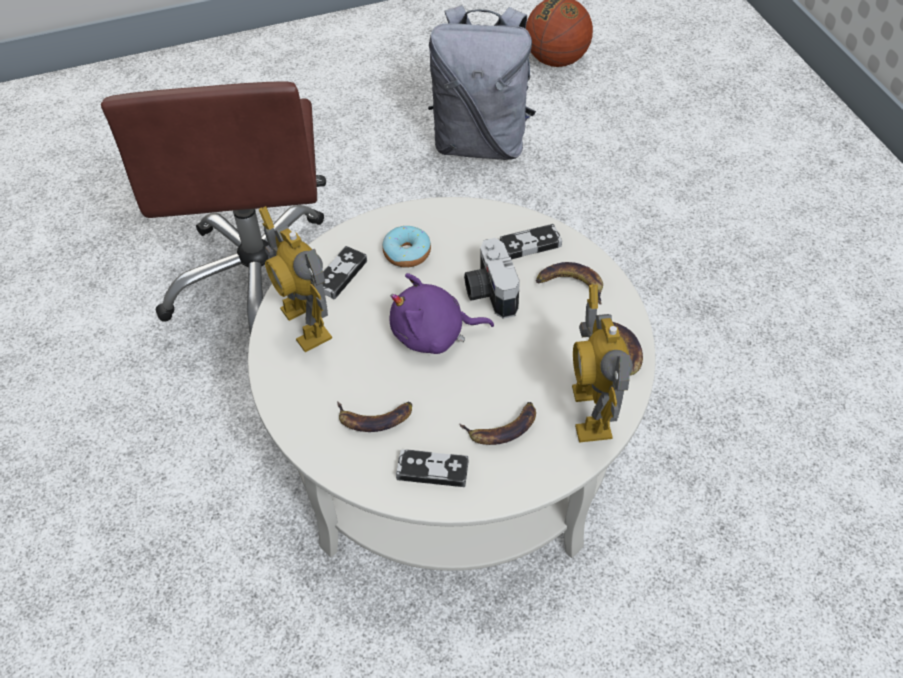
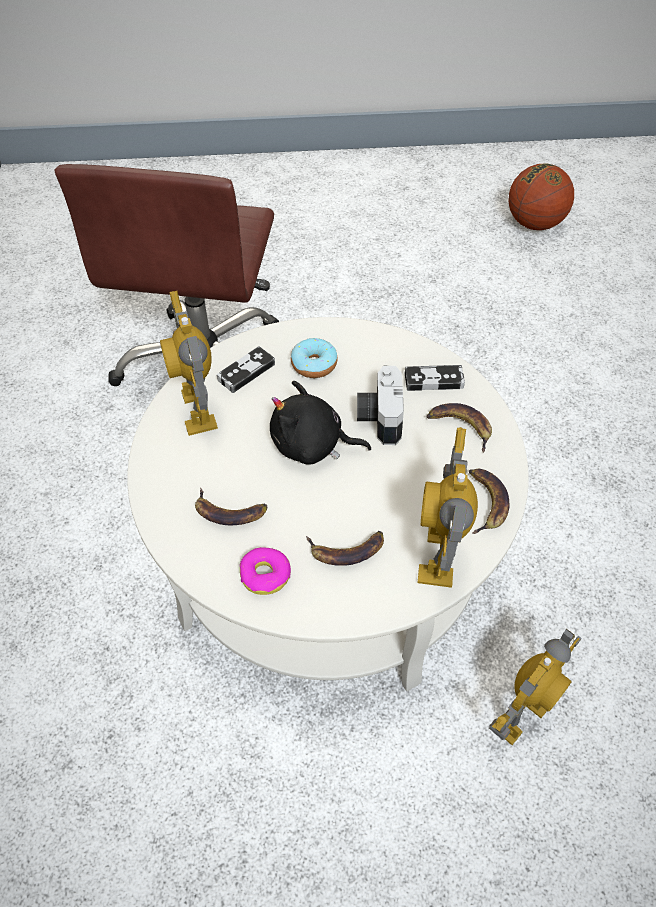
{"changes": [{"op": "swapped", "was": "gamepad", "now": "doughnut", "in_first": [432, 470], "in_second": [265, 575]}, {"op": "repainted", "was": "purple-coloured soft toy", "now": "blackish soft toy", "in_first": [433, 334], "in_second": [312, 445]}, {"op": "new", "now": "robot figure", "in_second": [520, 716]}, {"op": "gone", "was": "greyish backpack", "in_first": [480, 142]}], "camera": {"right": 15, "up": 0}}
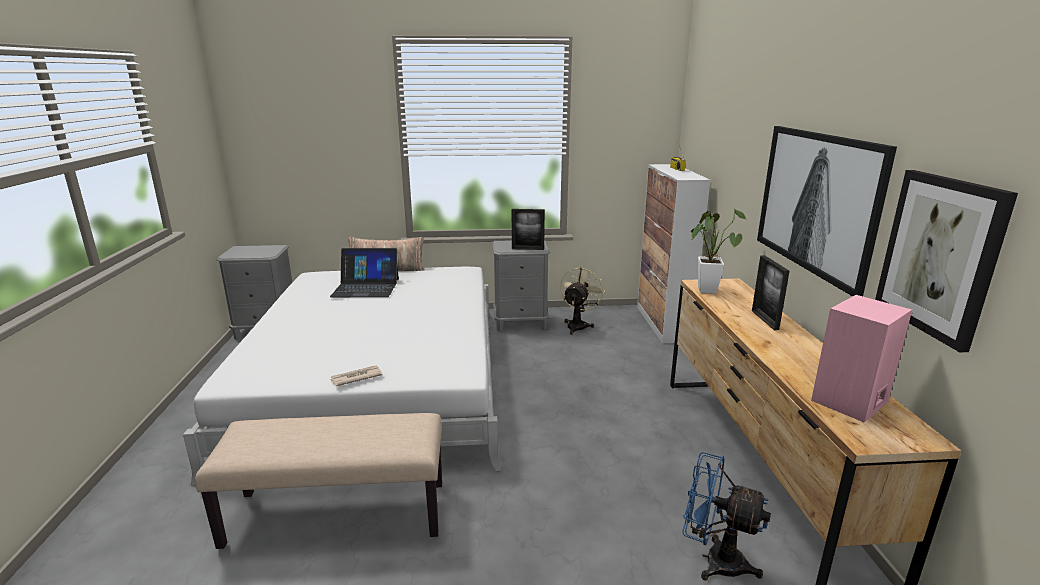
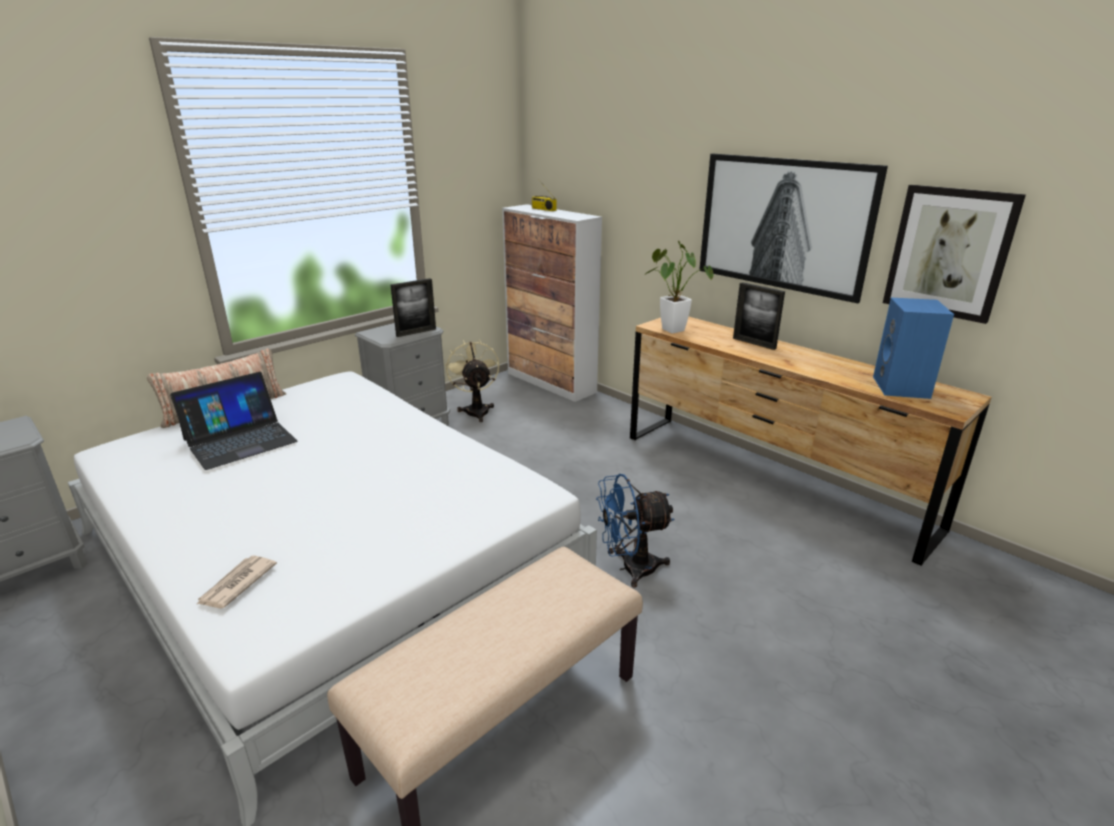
{"changes": [{"op": "shifted", "was": "newspaper", "in_first": [355, 377], "in_second": [236, 584]}, {"op": "shifted", "was": "bluish fan", "in_first": [714, 560], "in_second": [630, 568]}, {"op": "repainted", "was": "pinkish speaker", "now": "bluish speaker", "in_first": [850, 402], "in_second": [902, 388]}], "camera": {"right": -40, "up": 5}}
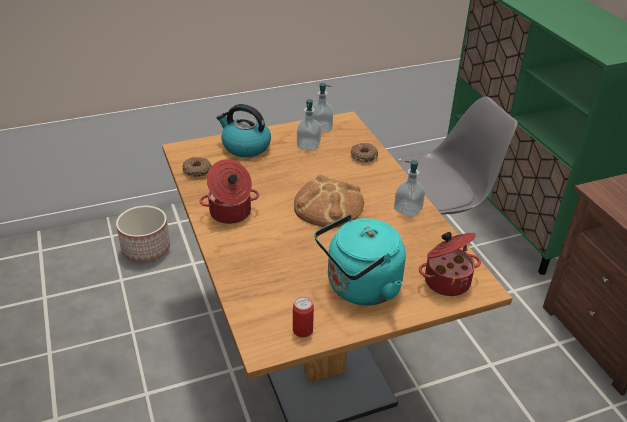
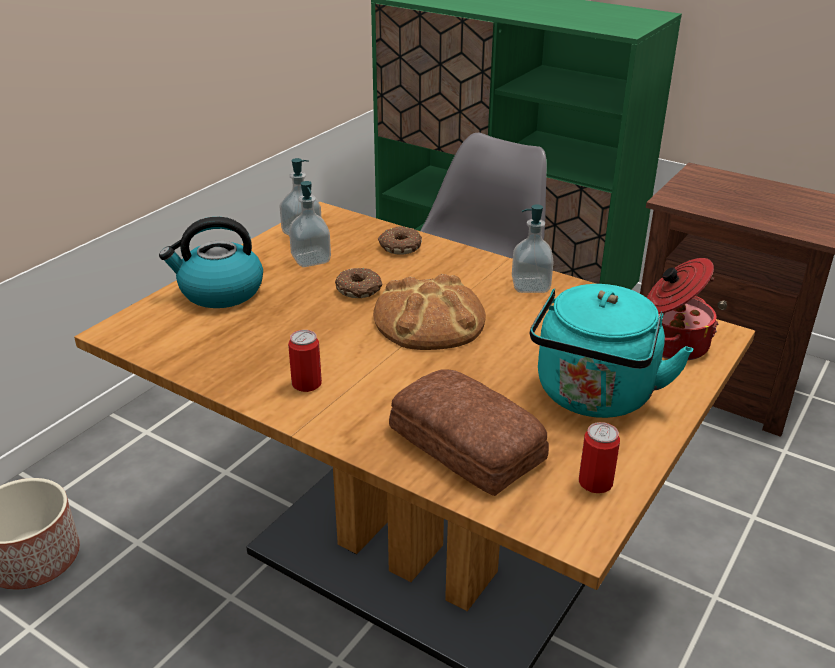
{"changes": [{"op": "swapped", "was": "saucepot", "now": "metal can", "in_first": [230, 213], "in_second": [307, 384]}, {"op": "shifted", "was": "doughnut", "in_first": [197, 171], "in_second": [359, 290]}, {"op": "new", "now": "bakery bread", "in_second": [465, 446]}], "camera": {"right": -35, "up": -5}}
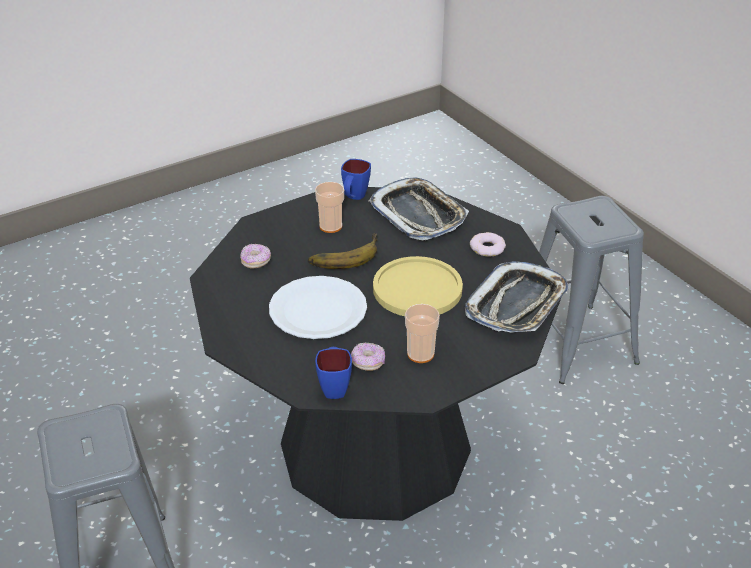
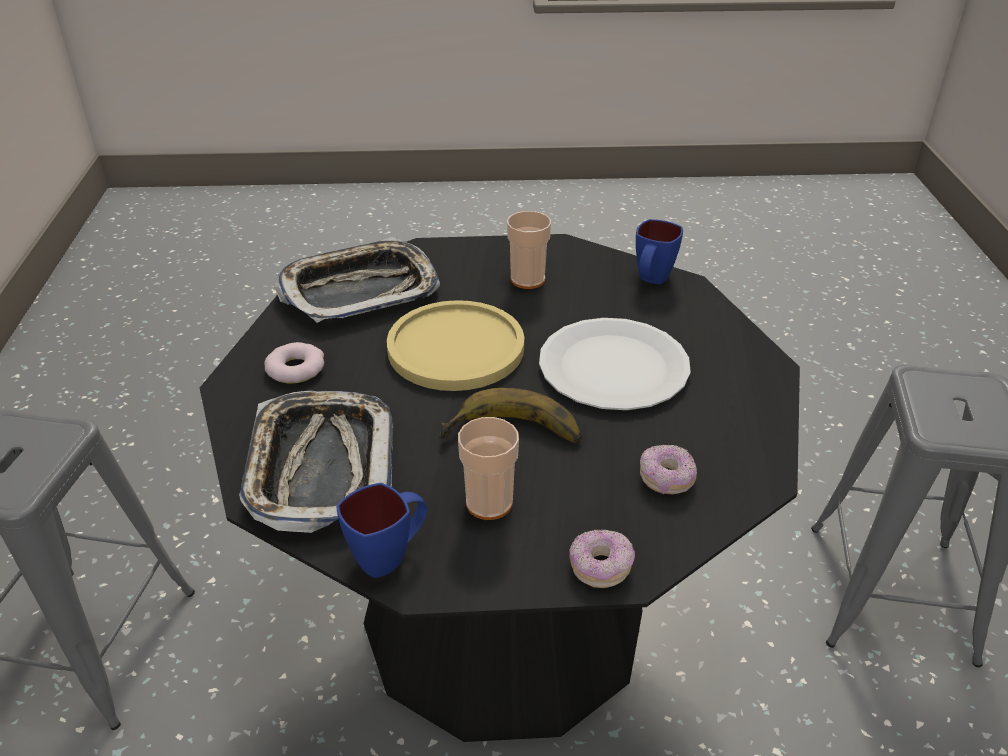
{"changes": [{"op": "shifted", "was": "doughnut", "in_first": [368, 362], "in_second": [600, 567]}], "camera": {"right": -150, "up": 0}}
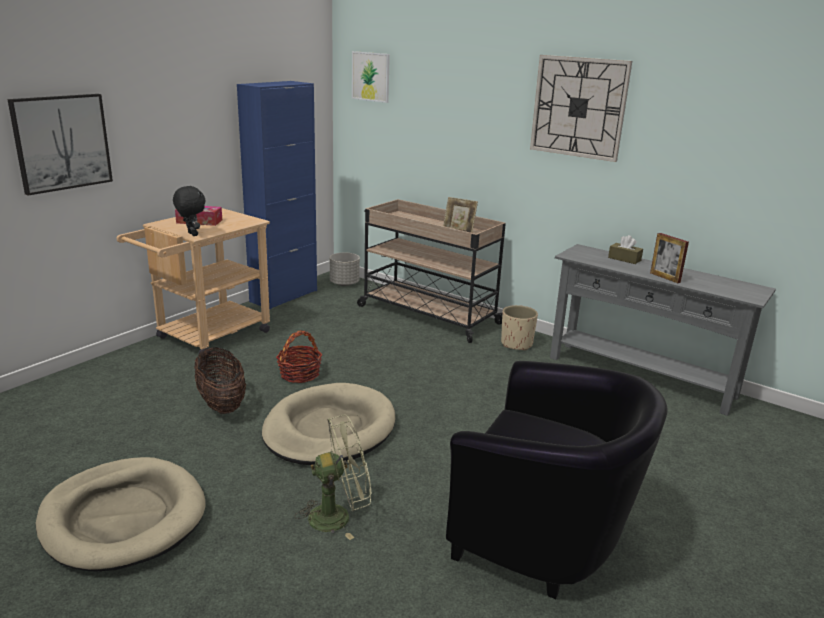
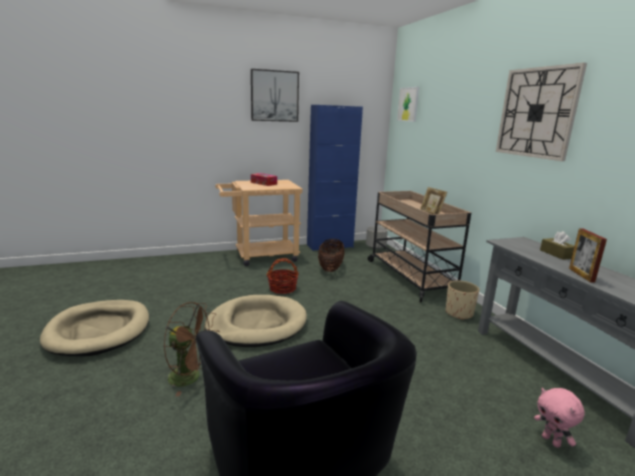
{"changes": [{"op": "repainted", "was": "greenish fan", "now": "brownish fan", "in_first": [338, 515], "in_second": [191, 378]}, {"op": "shifted", "was": "picture", "in_first": [62, 142], "in_second": [274, 96]}, {"op": "shifted", "was": "household basket", "in_first": [221, 403], "in_second": [330, 268]}, {"op": "new", "now": "pinkish soft toy", "in_second": [551, 441]}, {"op": "gone", "was": "blackish soft toy", "in_first": [191, 234]}], "camera": {"right": 35, "up": -5}}
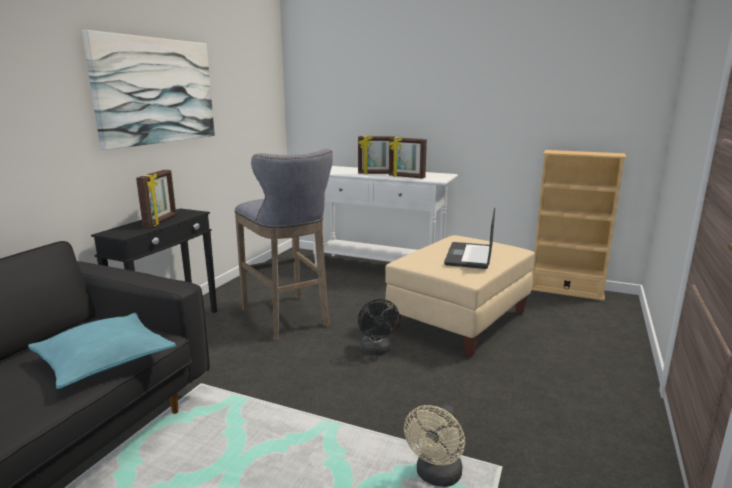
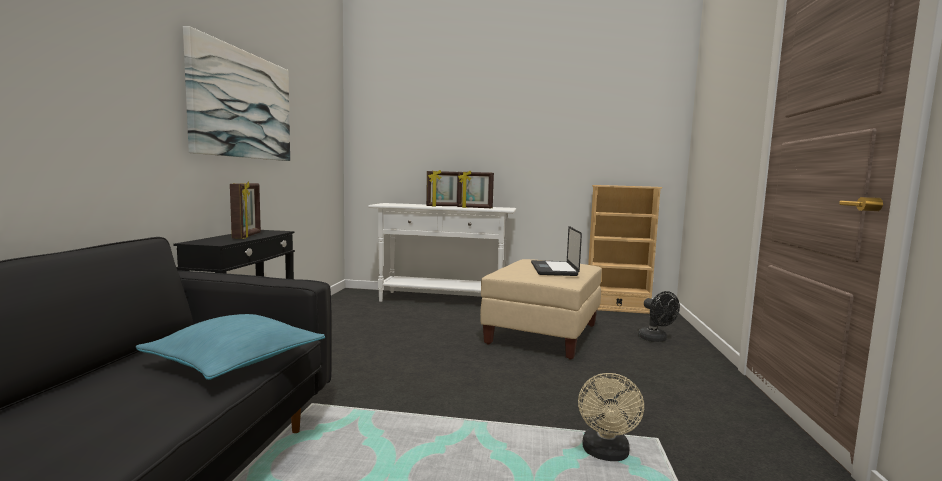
{"changes": [{"op": "shifted", "was": "blackish fan", "in_first": [377, 351], "in_second": [655, 339]}, {"op": "gone", "was": "greyish stool seat", "in_first": [288, 319]}], "camera": {"right": -15, "up": -10}}
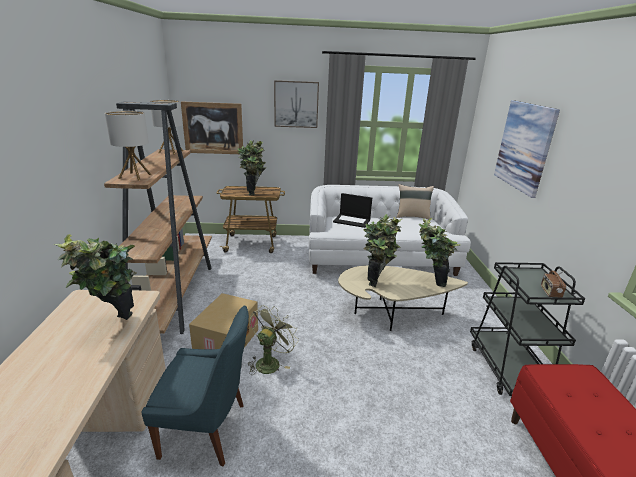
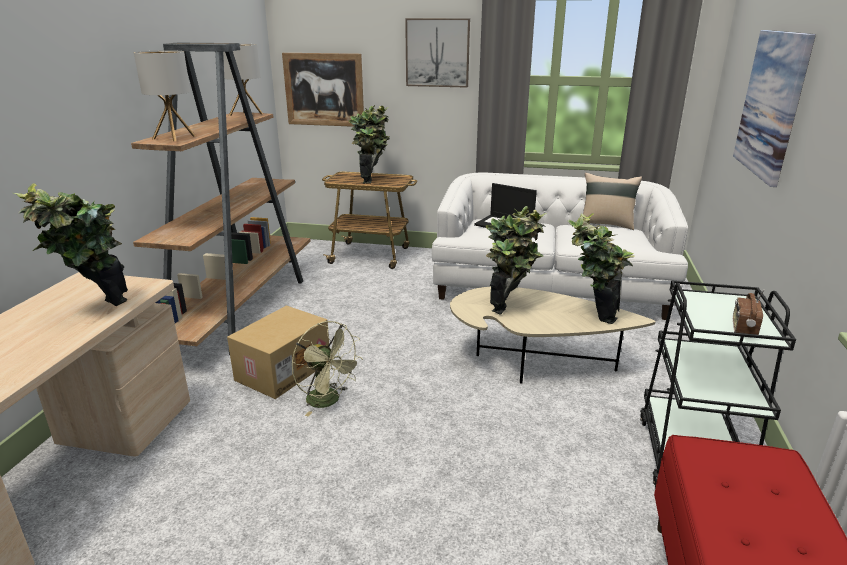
{"changes": [{"op": "rotated", "was": "greenish fan", "in_first": [270, 361], "in_second": [329, 401], "clockwise": 90}, {"op": "gone", "was": "bluish plain chair", "in_first": [207, 430]}], "camera": {"right": 15, "up": 0}}
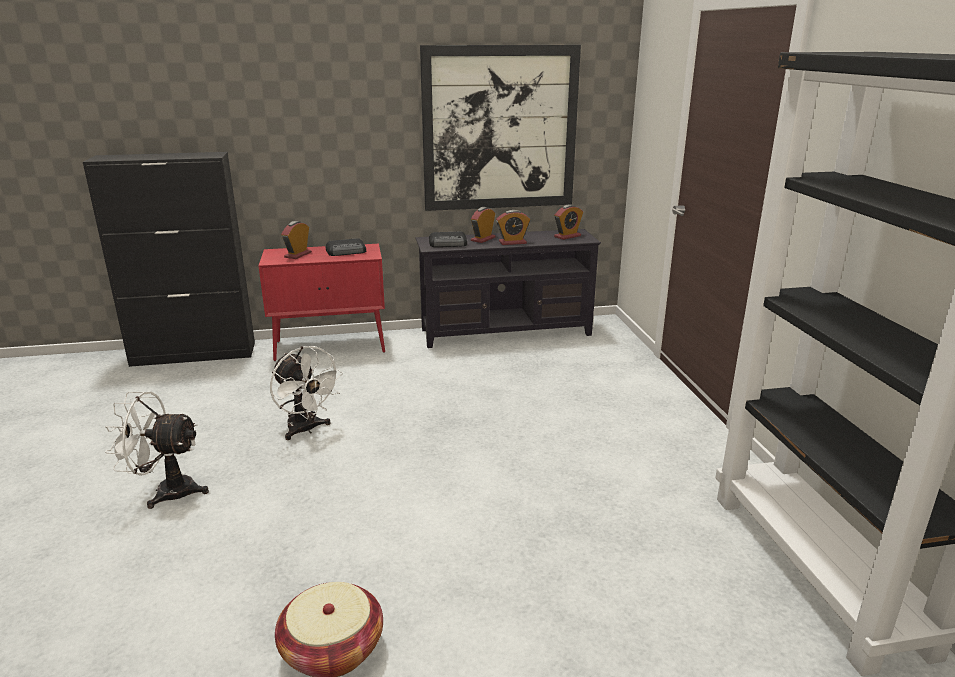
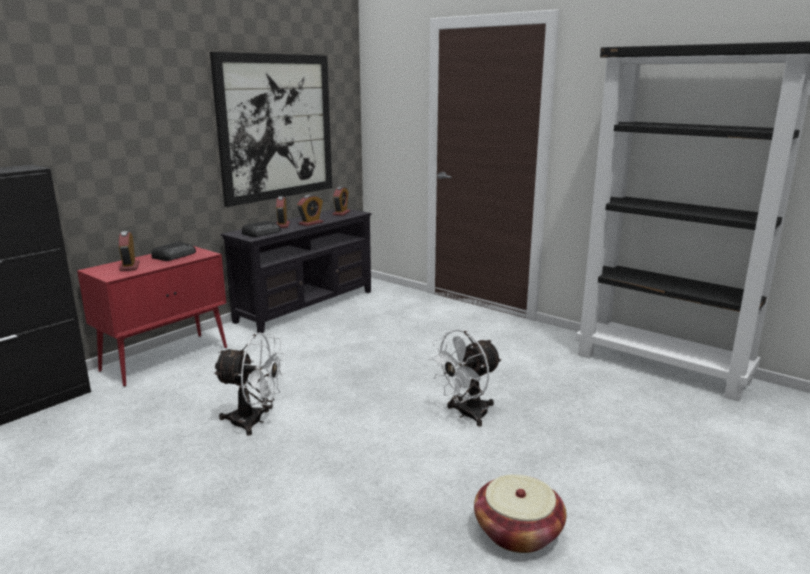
{"changes": [{"op": "shifted", "was": "white fan", "in_first": [166, 491], "in_second": [466, 415]}], "camera": {"right": -40, "up": -5}}
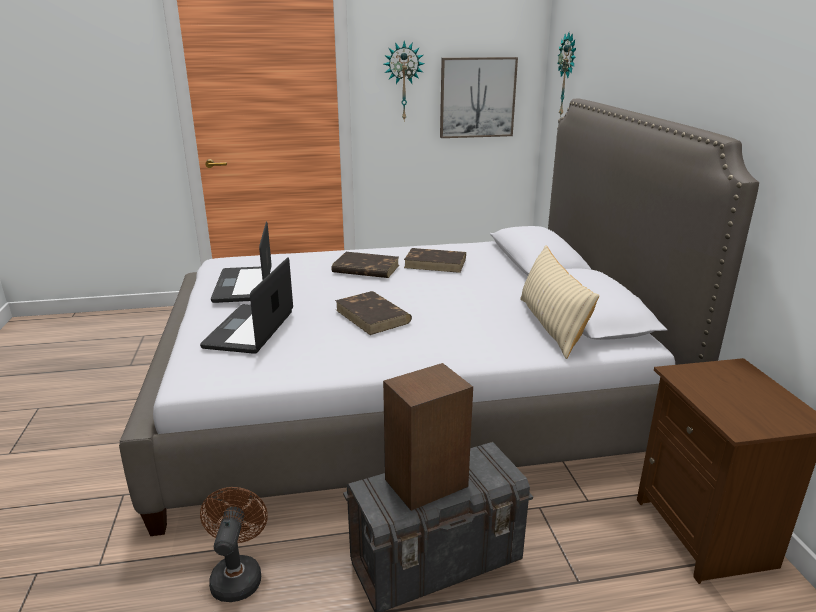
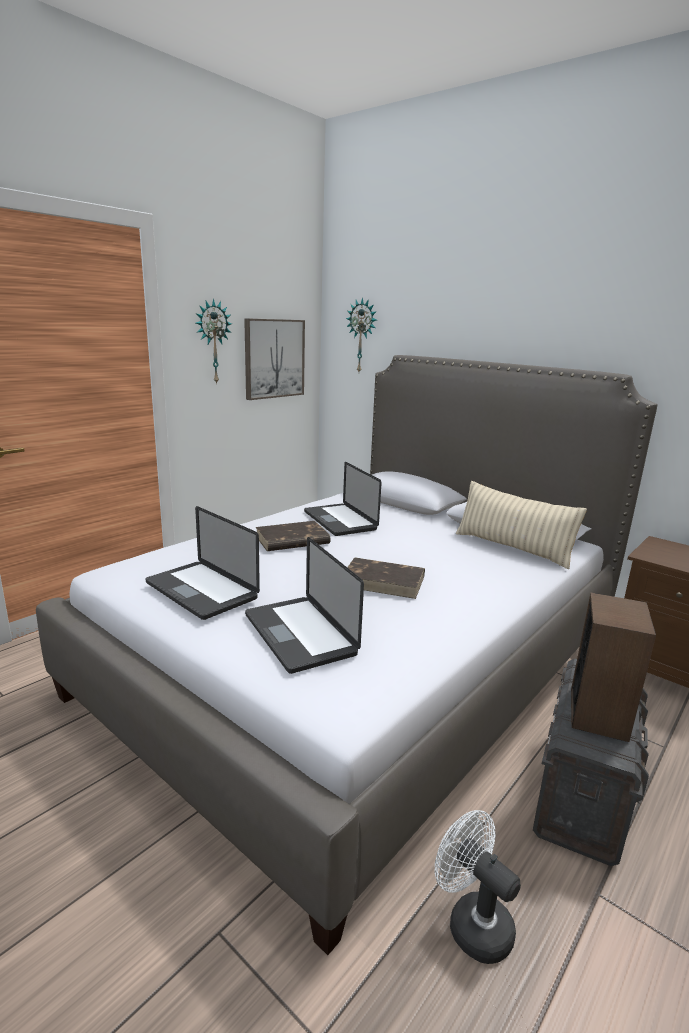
{"changes": [{"op": "swapped", "was": "brownish bound book", "now": "portable computer", "in_first": [436, 263], "in_second": [340, 521]}, {"op": "repainted", "was": "brownish fan", "now": "white fan", "in_first": [237, 575], "in_second": [471, 922]}], "camera": {"right": -40, "up": -5}}
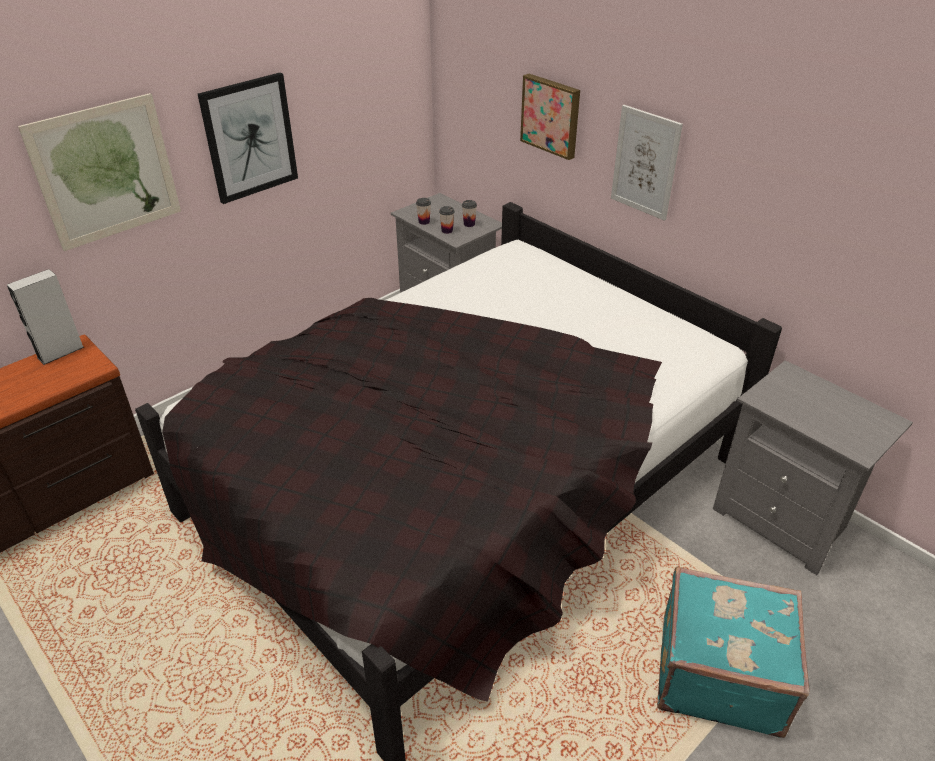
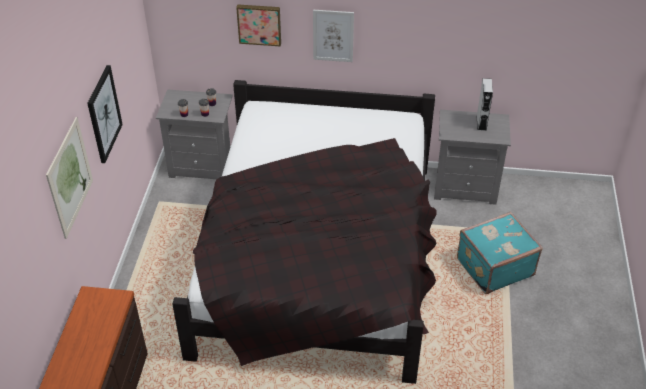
{"changes": [{"op": "shifted", "was": "greyish speaker", "in_first": [60, 352], "in_second": [481, 123]}], "camera": {"right": -40, "up": 5}}
